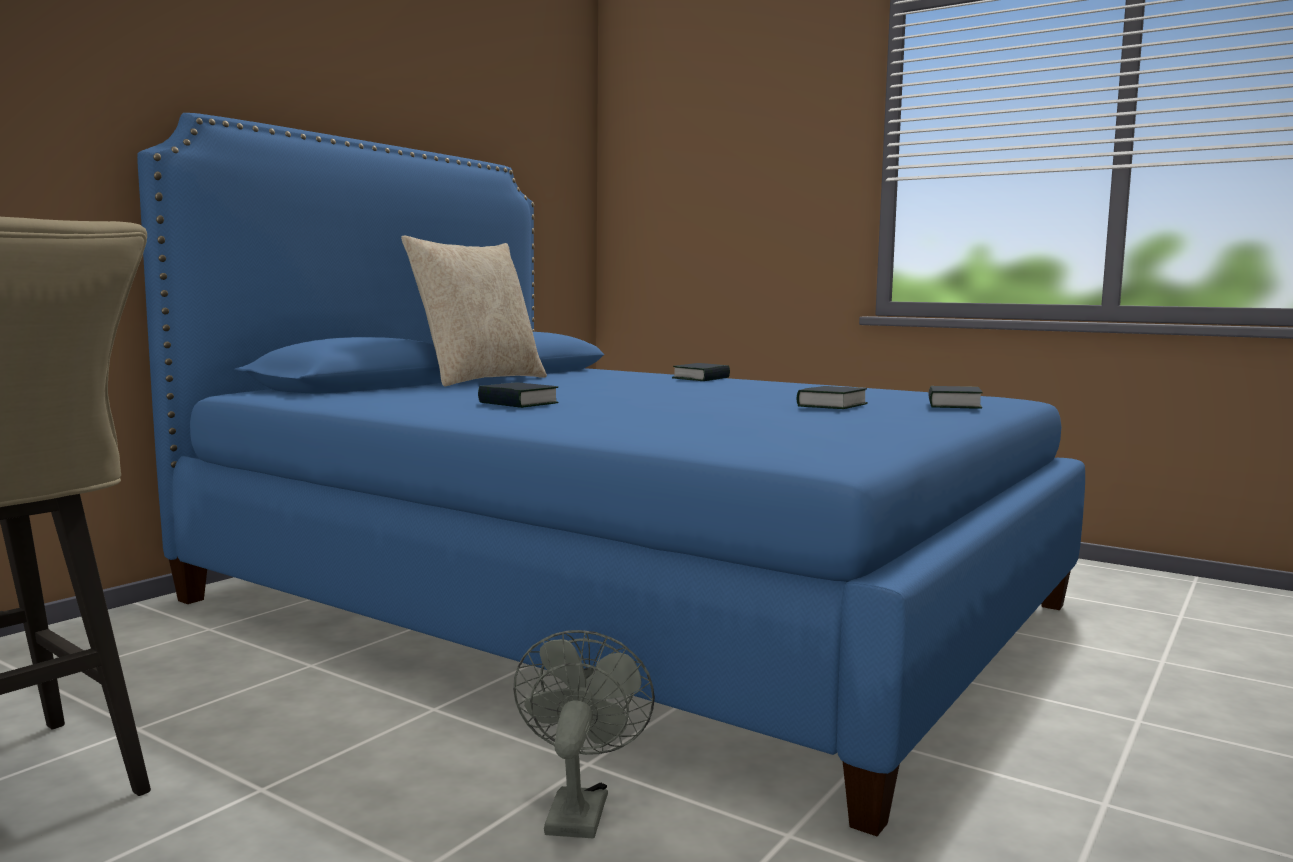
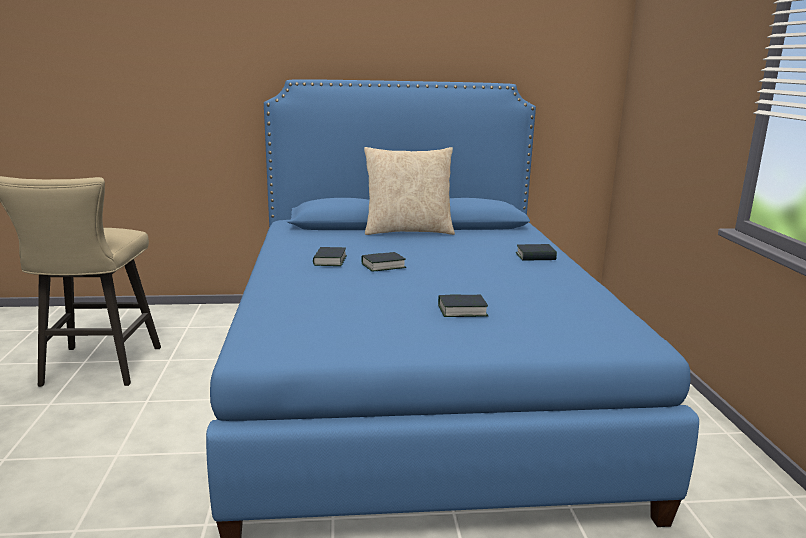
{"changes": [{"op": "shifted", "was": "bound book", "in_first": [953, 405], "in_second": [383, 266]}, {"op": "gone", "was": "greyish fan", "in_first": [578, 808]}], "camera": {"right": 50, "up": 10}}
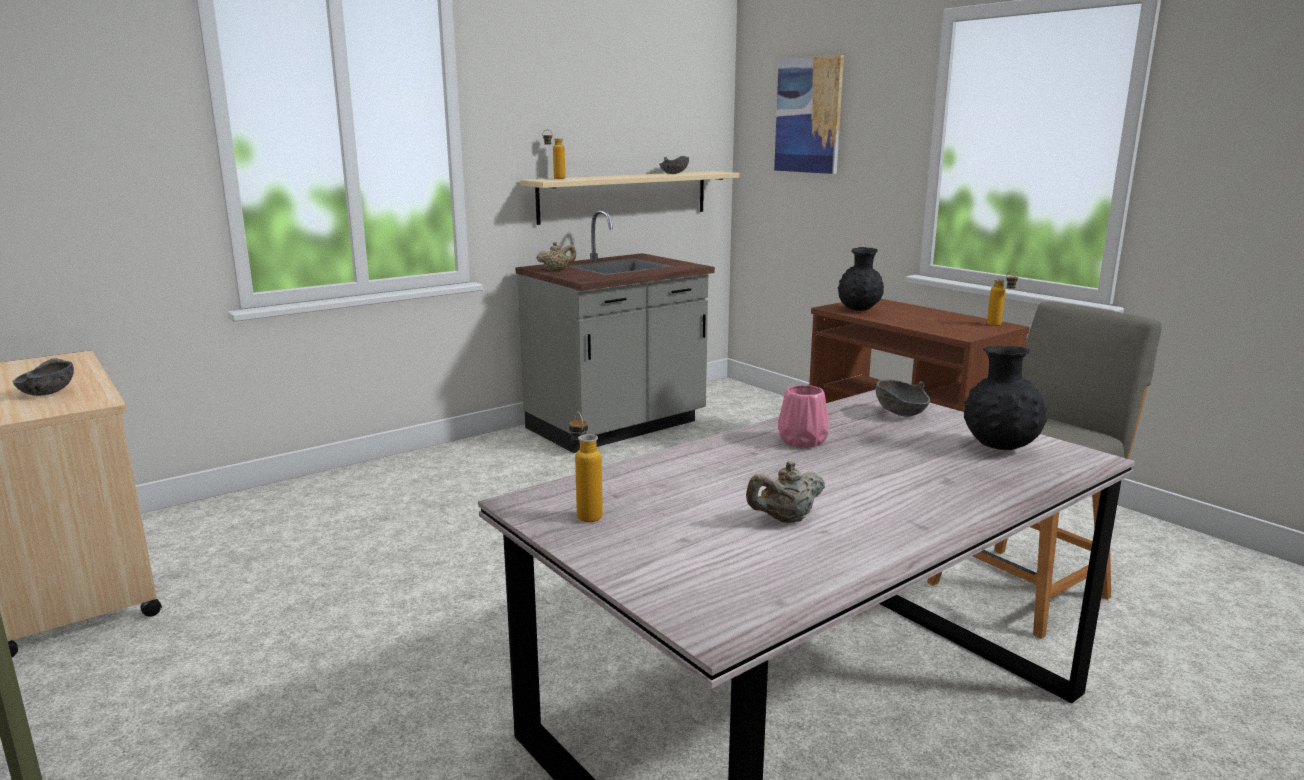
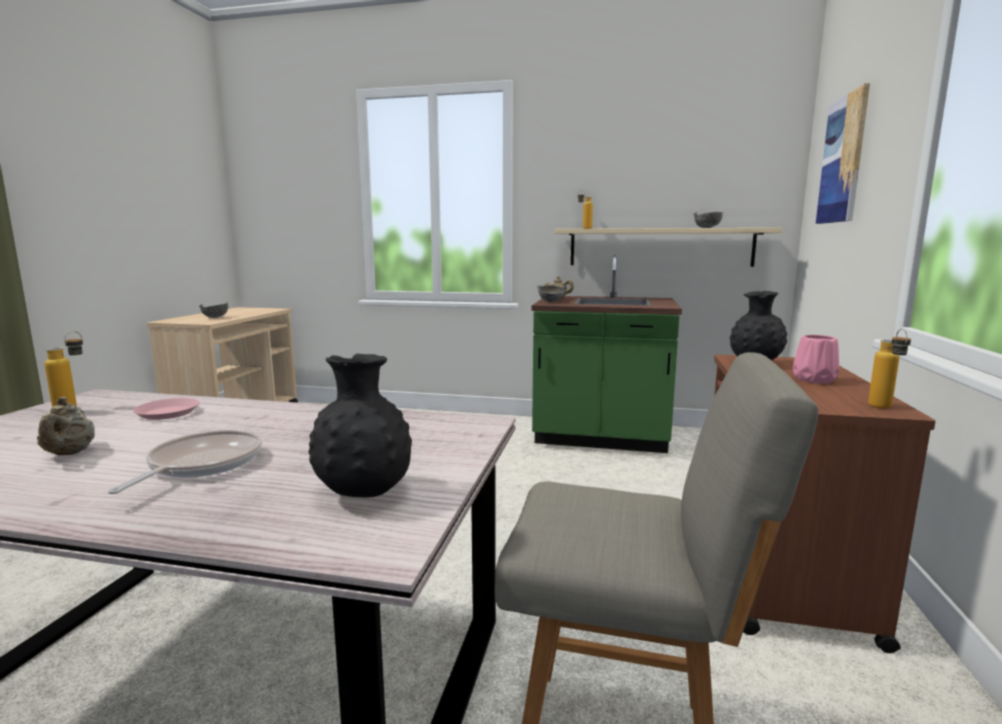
{"changes": [{"op": "rotated", "was": "beige-coloured tea pot", "in_first": [785, 519], "in_second": [69, 454], "clockwise": -135}, {"op": "new", "now": "pan", "in_second": [201, 465]}, {"op": "new", "now": "pinkish dinner plate", "in_second": [168, 413]}, {"op": "repainted", "was": "greyish kitchen base unit", "now": "greenish kitchen base unit", "in_first": [617, 427], "in_second": [600, 438]}, {"op": "shifted", "was": "greyish serving bowl", "in_first": [901, 413], "in_second": [551, 301]}, {"op": "shifted", "was": "pinkish flower vase", "in_first": [800, 441], "in_second": [812, 379]}], "camera": {"right": 50, "up": -5}}
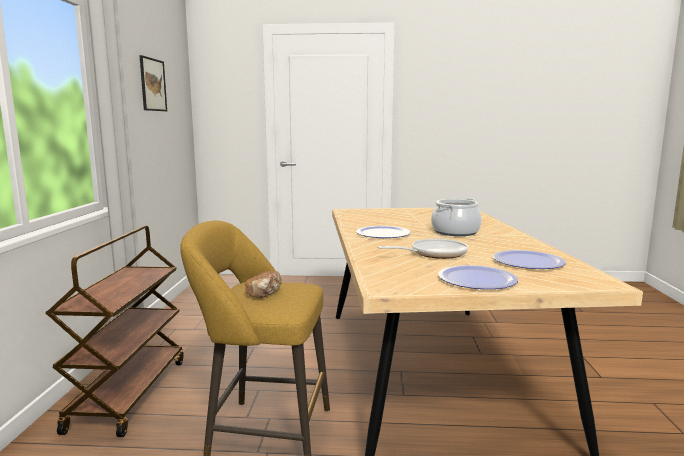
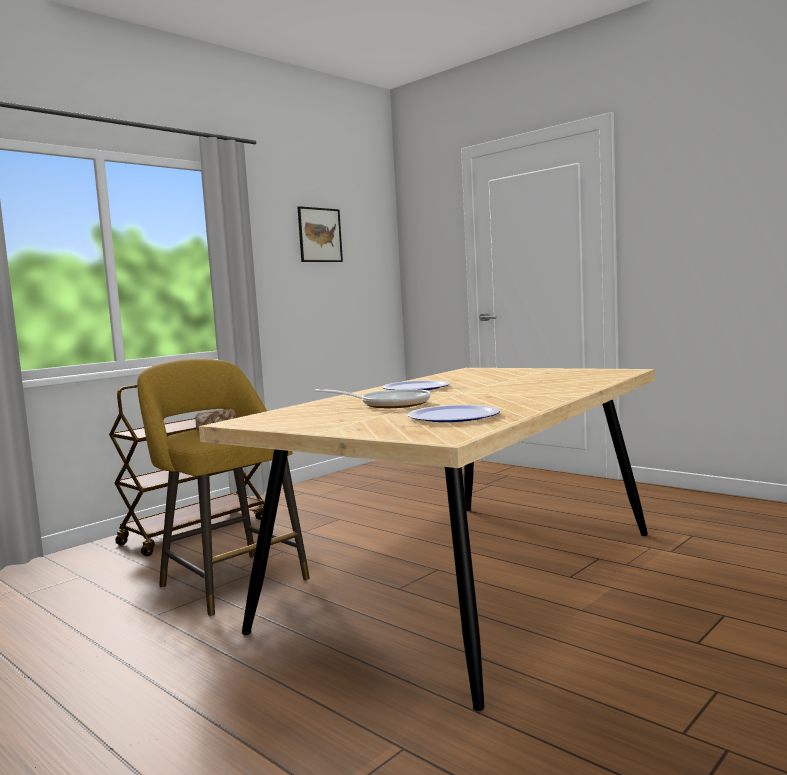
{"changes": [{"op": "gone", "was": "saucepot", "in_first": [455, 232]}, {"op": "gone", "was": "dinner plate", "in_first": [477, 279]}], "camera": {"right": 40, "up": -5}}
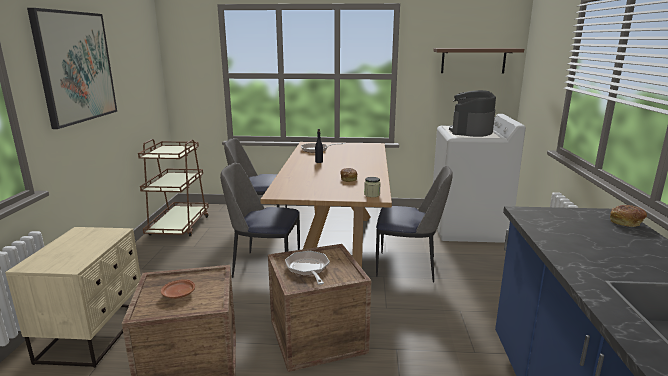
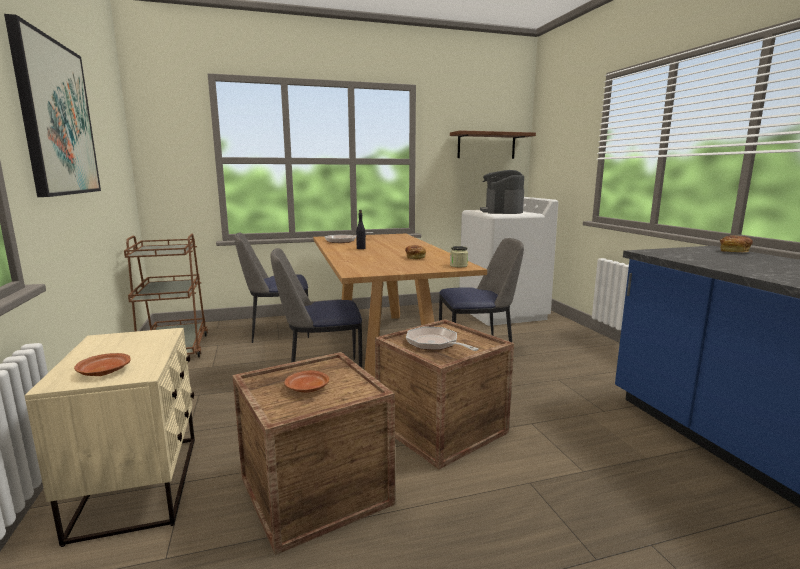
{"changes": [{"op": "new", "now": "brownish dinner plate", "in_second": [104, 372]}], "camera": {"right": -20, "up": -5}}
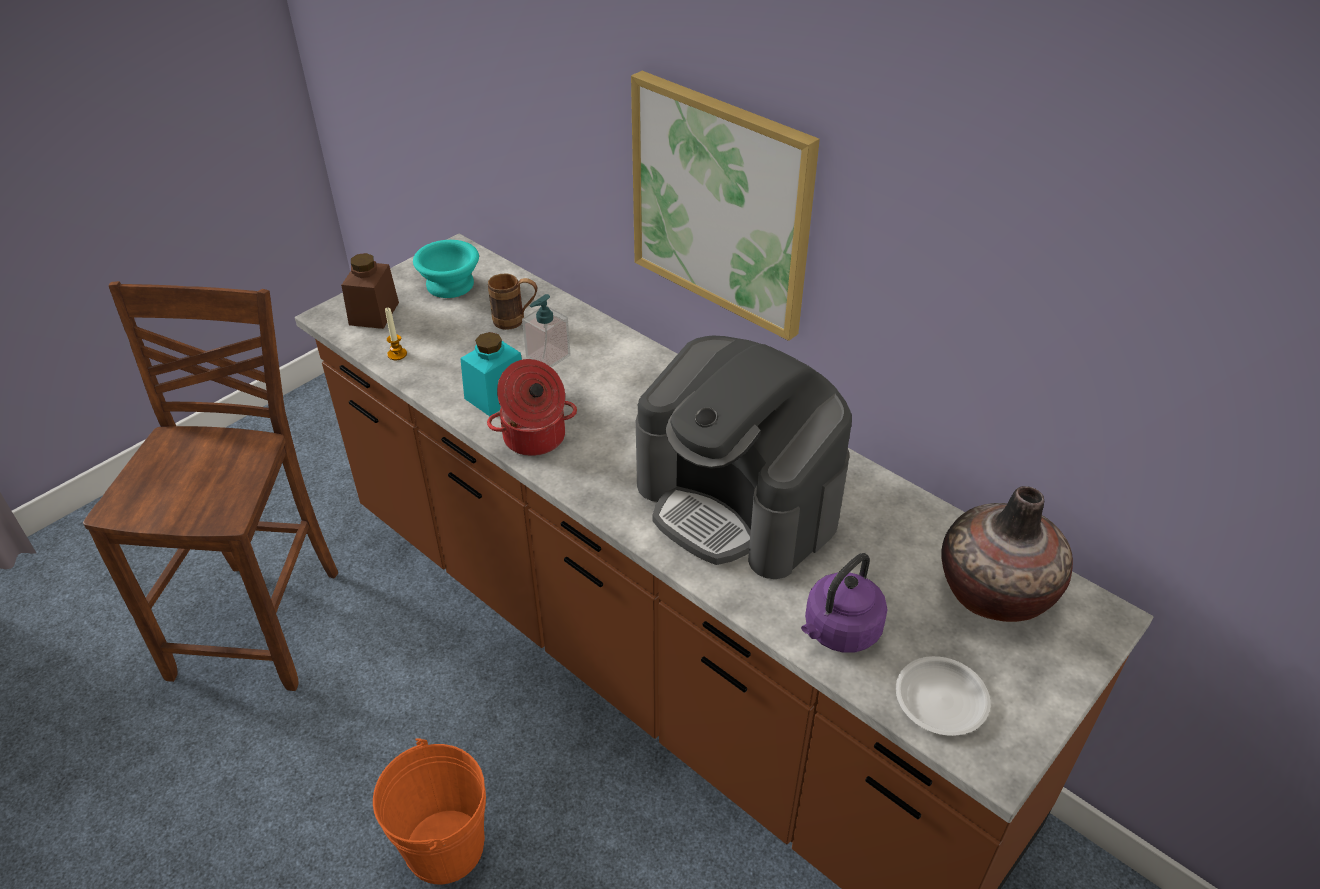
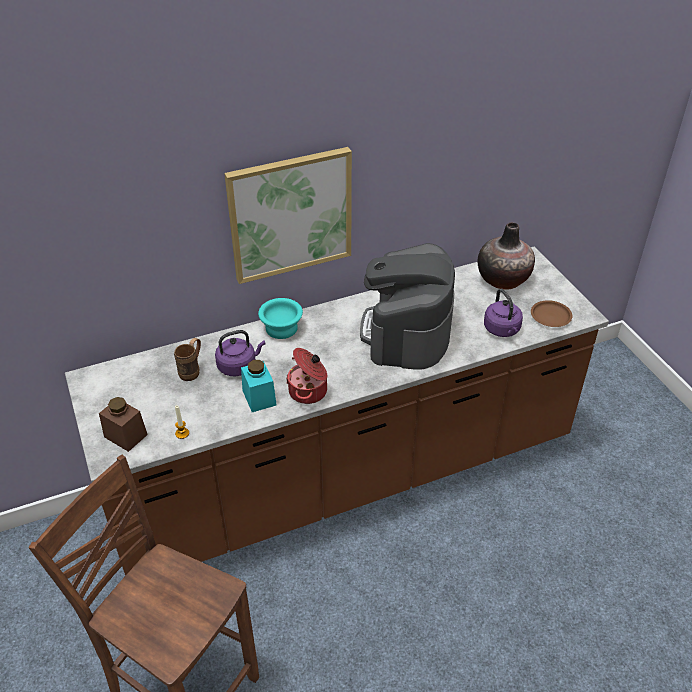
{"changes": [{"op": "swapped", "was": "soap bottle", "now": "purple-coloured tea kettle", "in_first": [548, 356], "in_second": [239, 366]}, {"op": "shifted", "was": "turquoise-coloured serving bowl", "in_first": [451, 284], "in_second": [280, 328]}, {"op": "rotated", "was": "coffee maker", "in_first": [739, 502], "in_second": [407, 332], "clockwise": 120}, {"op": "repainted", "was": "white dinner plate", "now": "brownish dinner plate", "in_first": [941, 700], "in_second": [551, 316]}, {"op": "gone", "was": "orange bucket", "in_first": [445, 846]}], "camera": {"right": -65, "up": 0}}
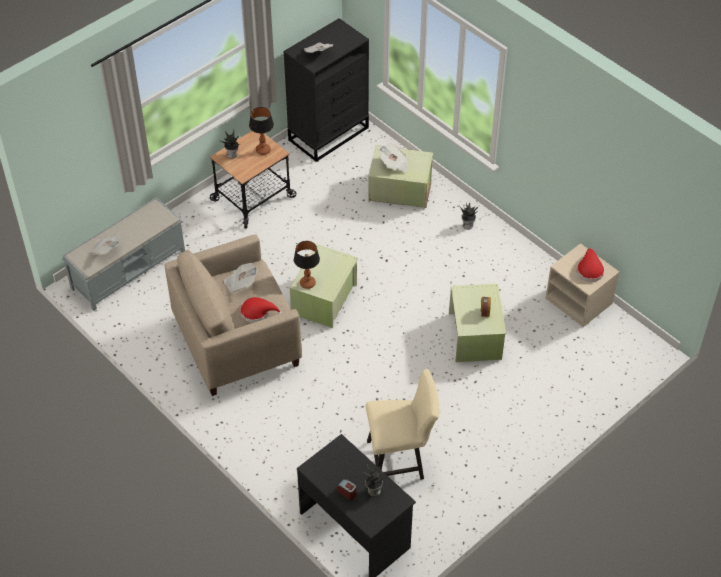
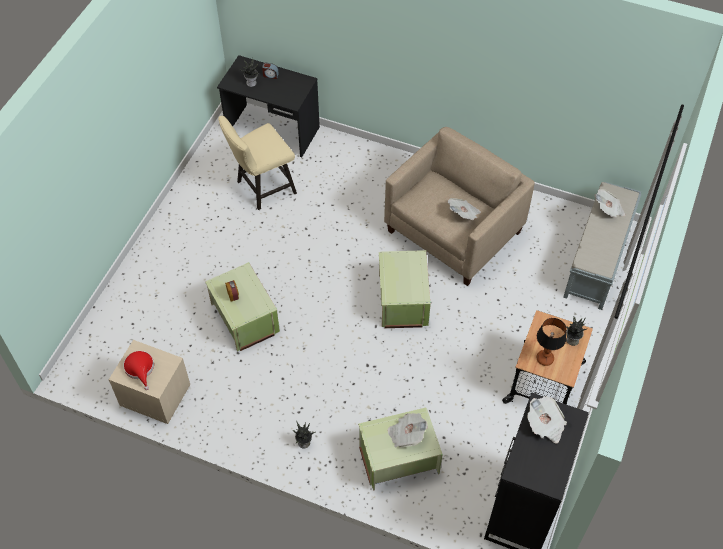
{"changes": [{"op": "gone", "was": "reddish clothing hat", "in_first": [257, 312]}, {"op": "gone", "was": "lamp for a table", "in_first": [307, 283]}], "camera": {"right": 155, "up": 5}}
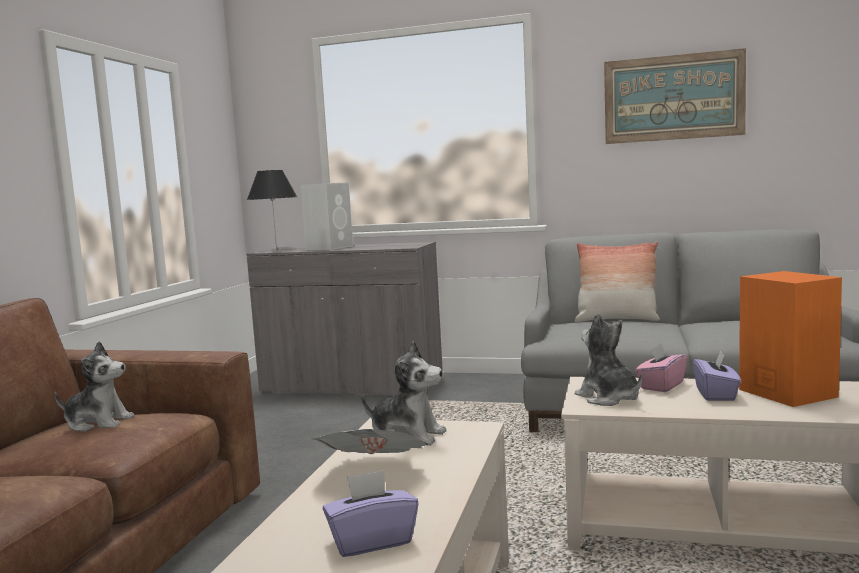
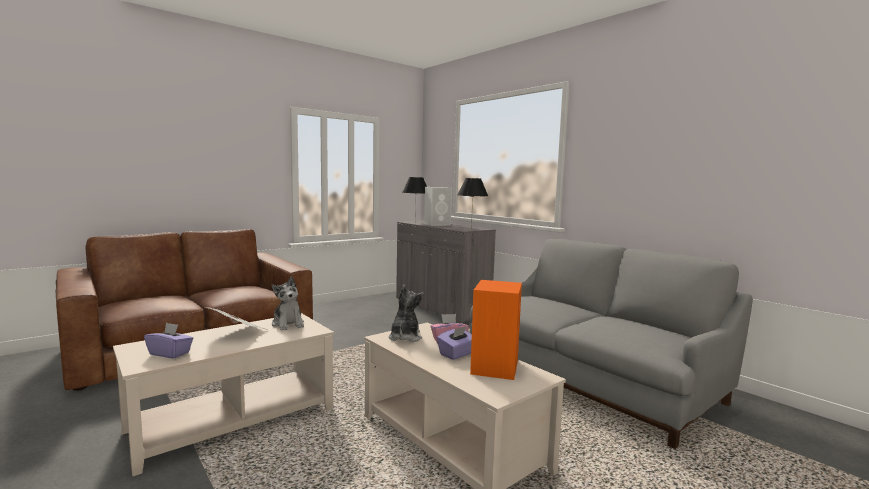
{"changes": [{"op": "new", "now": "blackish lamp for a table", "in_second": [471, 228]}, {"op": "gone", "was": "soft toy", "in_first": [98, 423]}, {"op": "gone", "was": "cushion", "in_first": [616, 320]}, {"op": "gone", "was": "picture", "in_first": [673, 98]}], "camera": {"right": 35, "up": 0}}
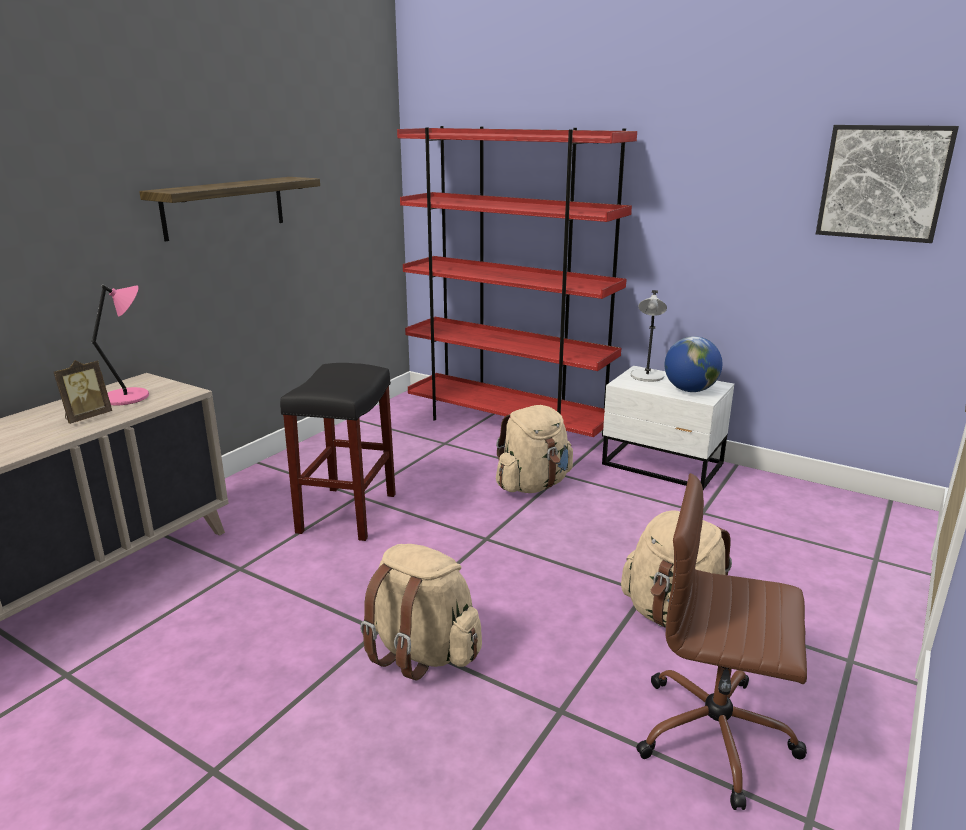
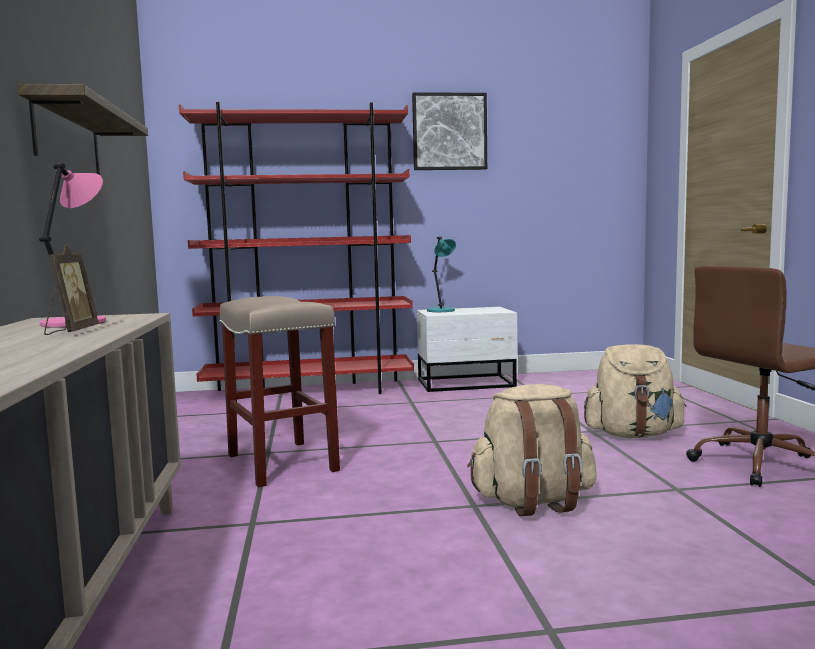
{"changes": [{"op": "repainted", "was": "blackish stool seat", "now": "beige-coloured stool seat", "in_first": [347, 514], "in_second": [283, 463]}, {"op": "shifted", "was": "picture", "in_first": [883, 183], "in_second": [449, 132]}, {"op": "repainted", "was": "greyish lamp for a table", "now": "turquoise-coloured lamp for a table", "in_first": [647, 377], "in_second": [441, 311]}, {"op": "gone", "was": "beige-coloured backpack", "in_first": [533, 485]}, {"op": "gone", "was": "world globe", "in_first": [690, 390]}], "camera": {"right": -40, "up": -15}}
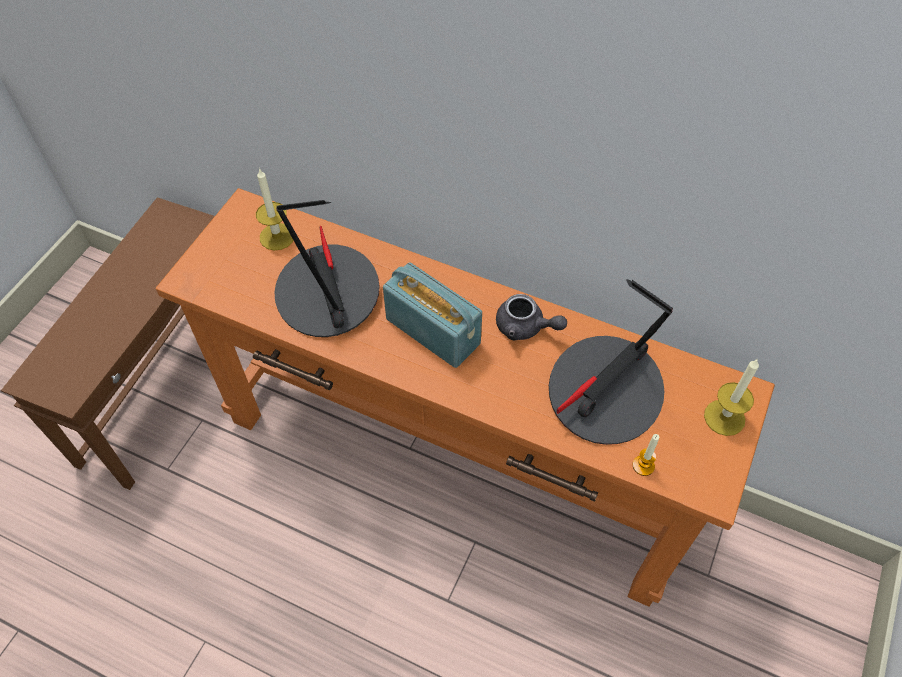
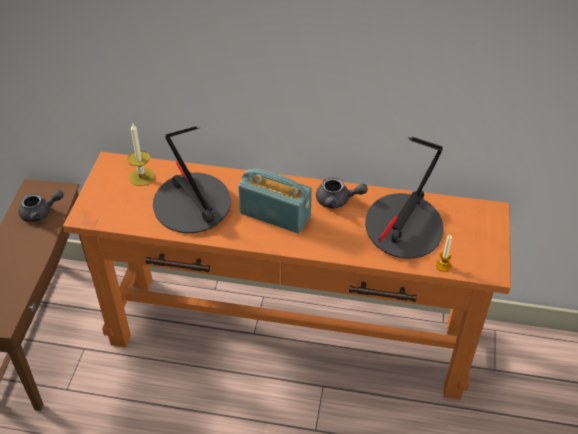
{"changes": [{"op": "new", "now": "greyish tea pot", "in_second": [41, 213]}, {"op": "gone", "was": "wax light", "in_first": [724, 417]}], "camera": {"right": -15, "up": -10}}
